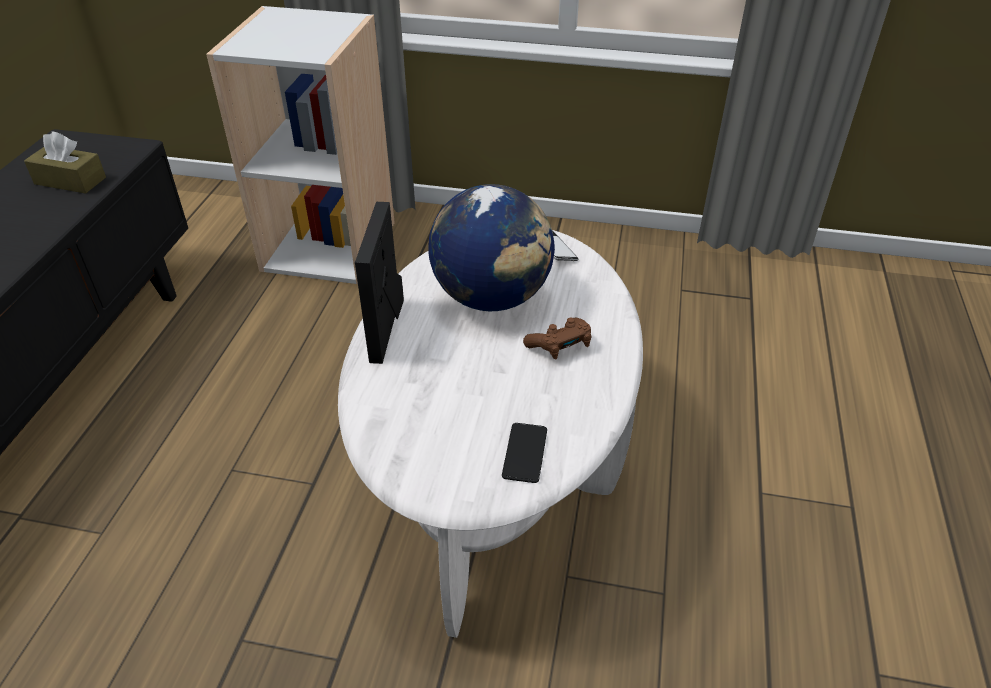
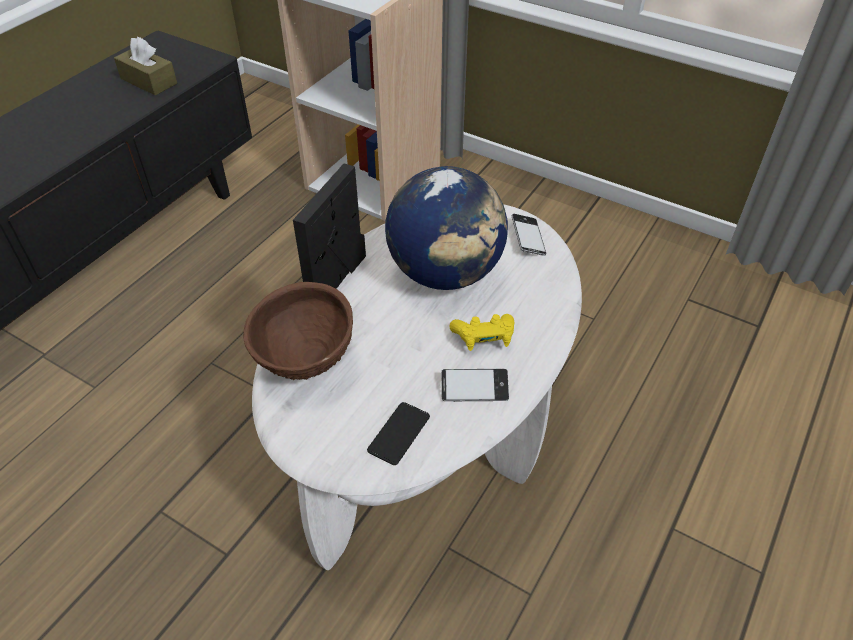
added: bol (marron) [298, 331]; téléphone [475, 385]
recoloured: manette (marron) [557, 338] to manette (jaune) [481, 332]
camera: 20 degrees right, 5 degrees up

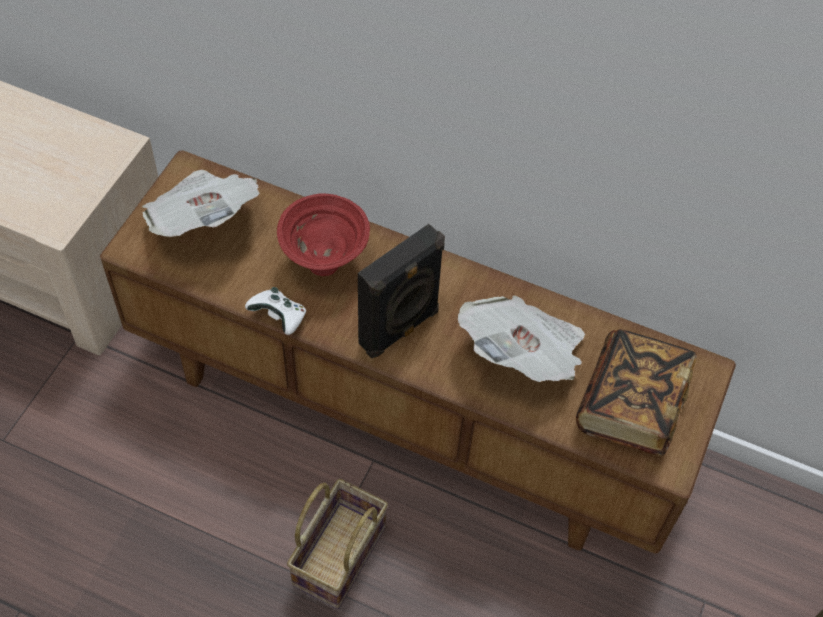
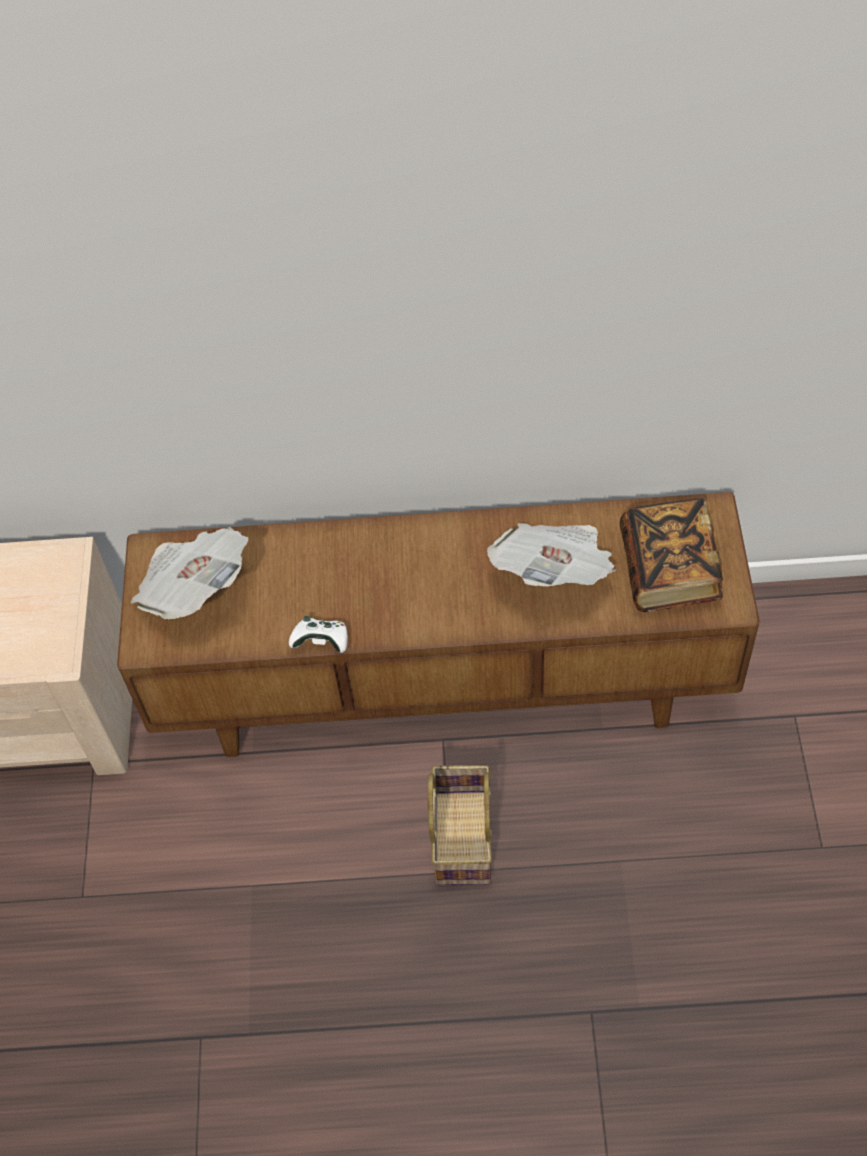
removed: bol (rouge) [323, 234]; enceinte (noir) [401, 291]
camera: 20 degrees left, 0 degrees up

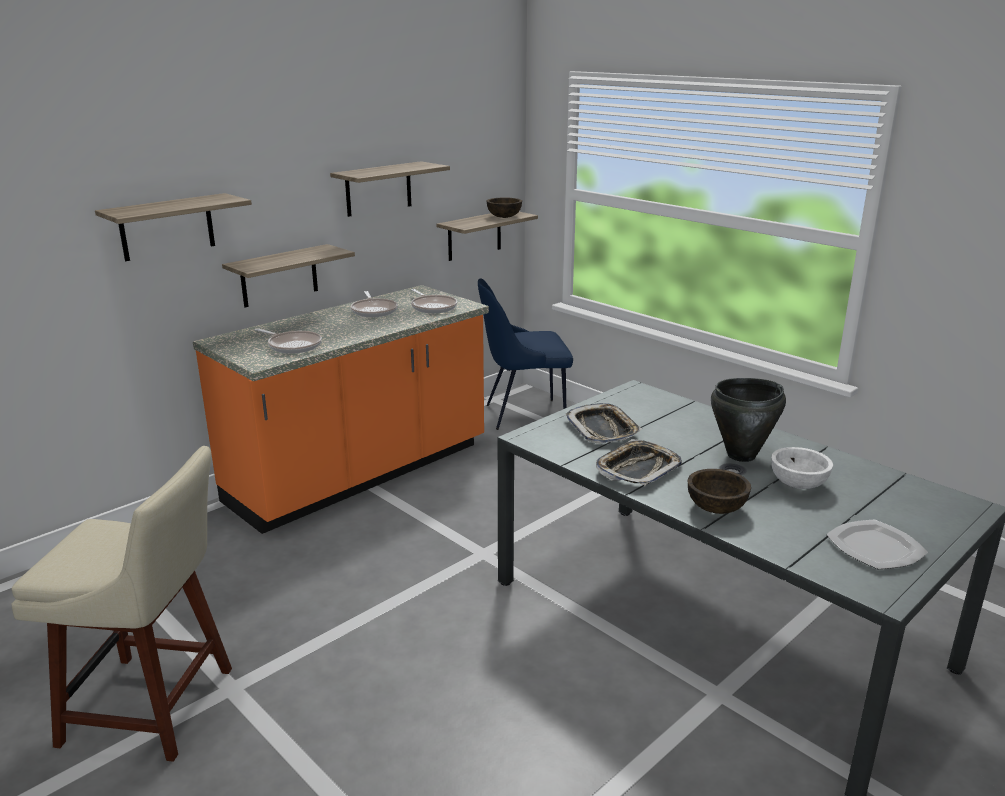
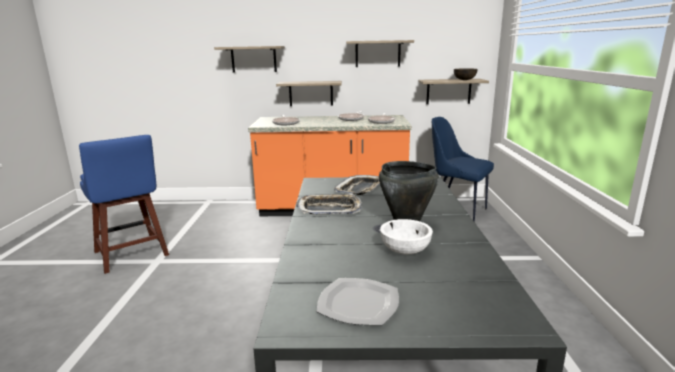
removed: bol (marron) [719, 491]
recoloured: tabouret (beige) [121, 604] to tabouret (bleu) [124, 204]
camera: 45 degrees right, 5 degrees down

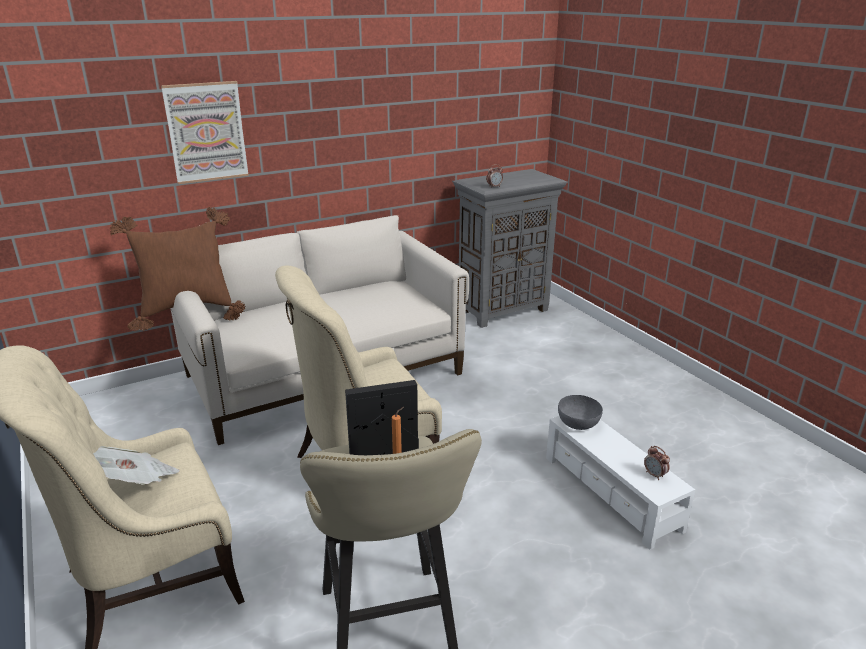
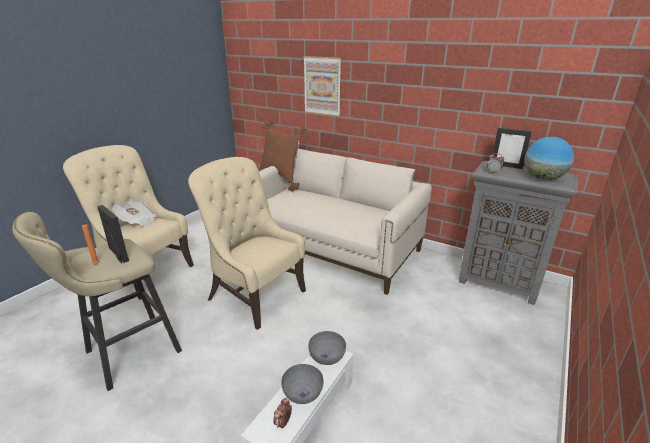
added: bol (gris) [302, 384]; cadre photo [512, 148]; globe [549, 158]
camera: 60 degrees right, 0 degrees up

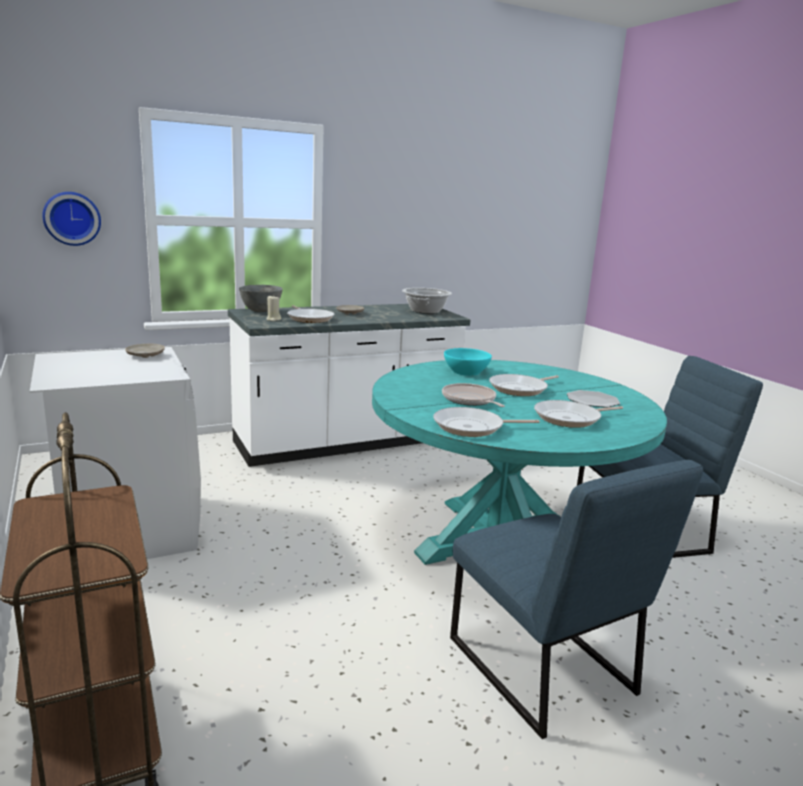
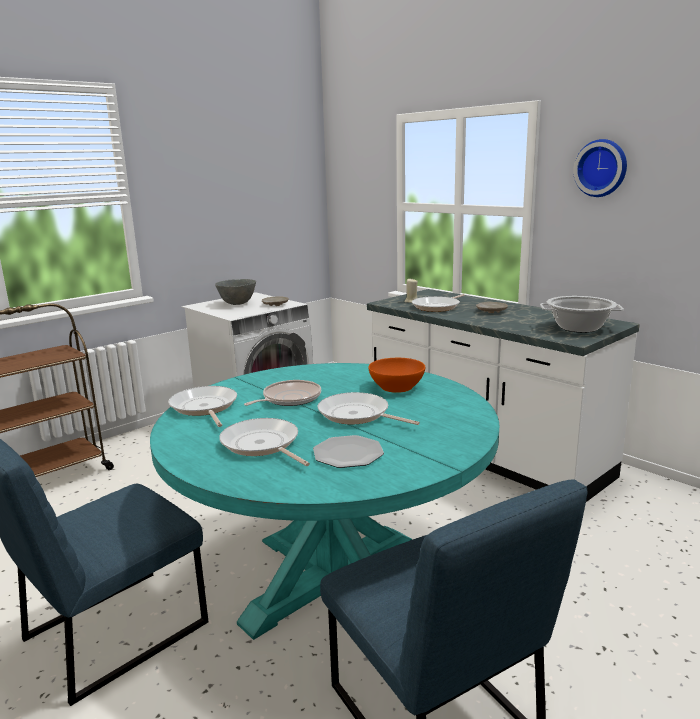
moved: horloge murale [71, 219] to [600, 168]; bol (gris) [261, 298] to [235, 292]
recoloured: bol (turquoise) [468, 362] to bol (orange) [396, 375]
camera: 75 degrees right, 0 degrees up

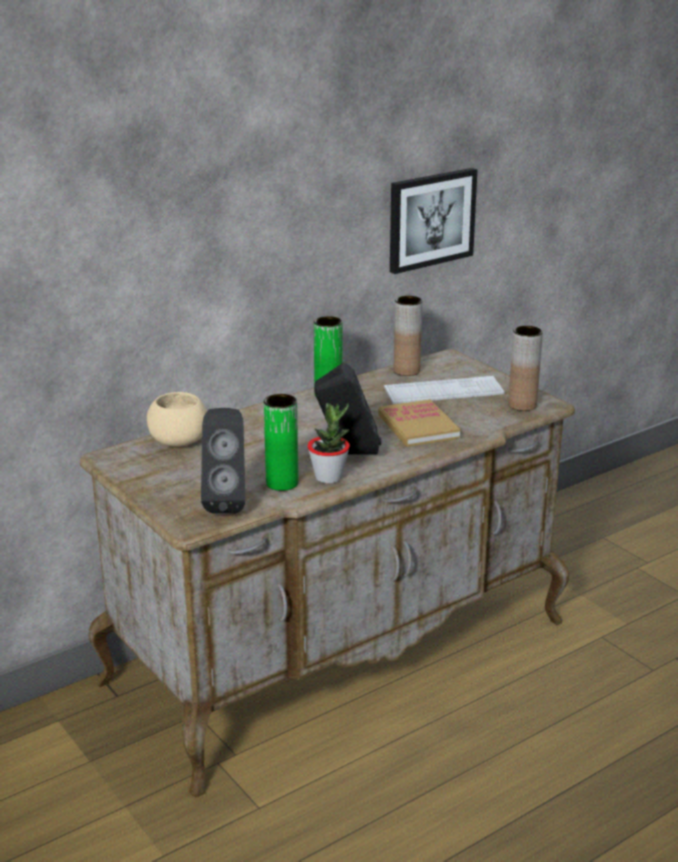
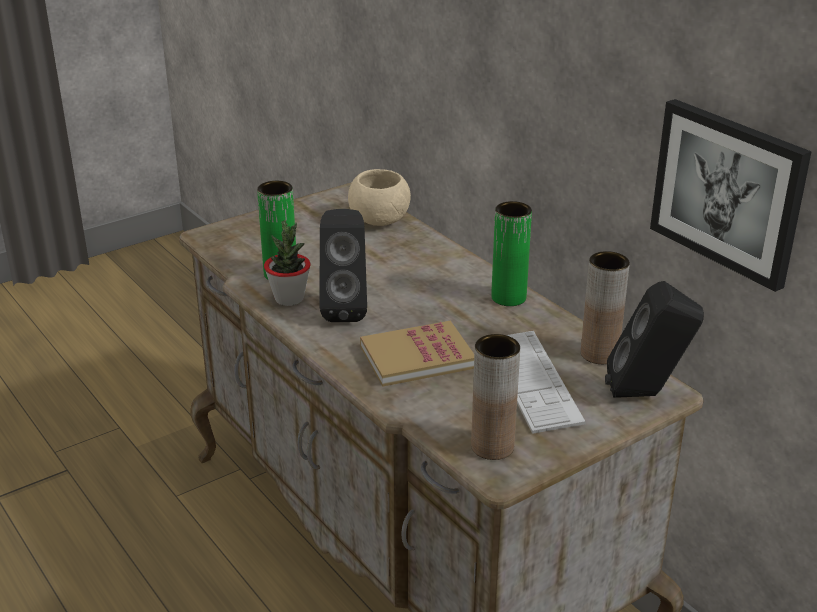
moved: enceinte (noir) [223, 461] to [654, 339]
camera: 90 degrees right, 5 degrees up

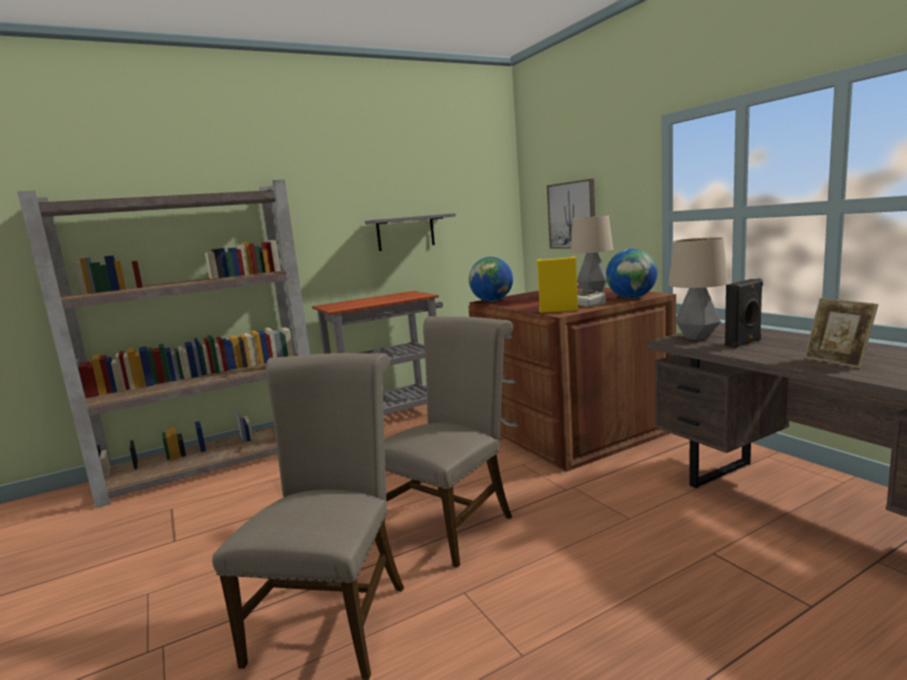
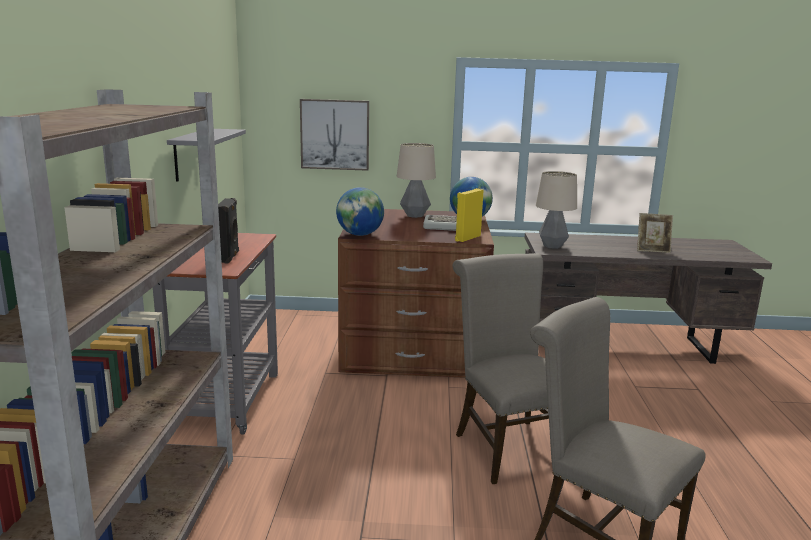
moved: enceinte (noir) [744, 313] to [228, 230]
camera: 60 degrees left, 5 degrees up

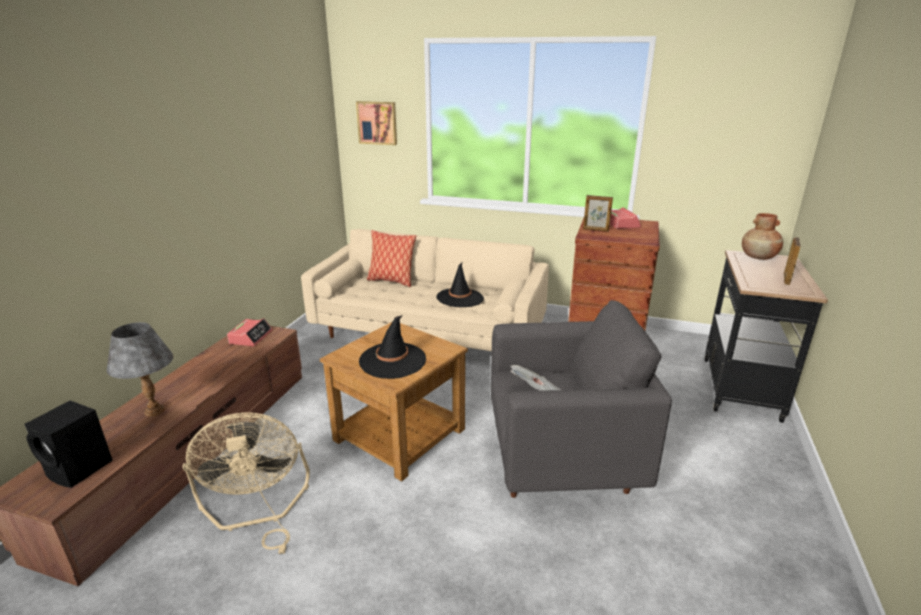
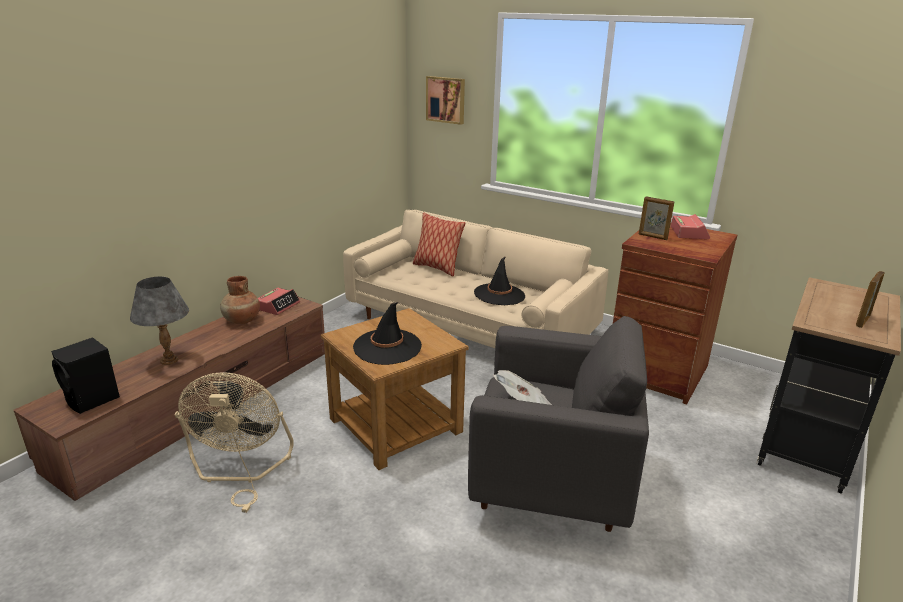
moved: vase (marron) [762, 236] to [240, 300]
camera: 15 degrees right, 0 degrees up

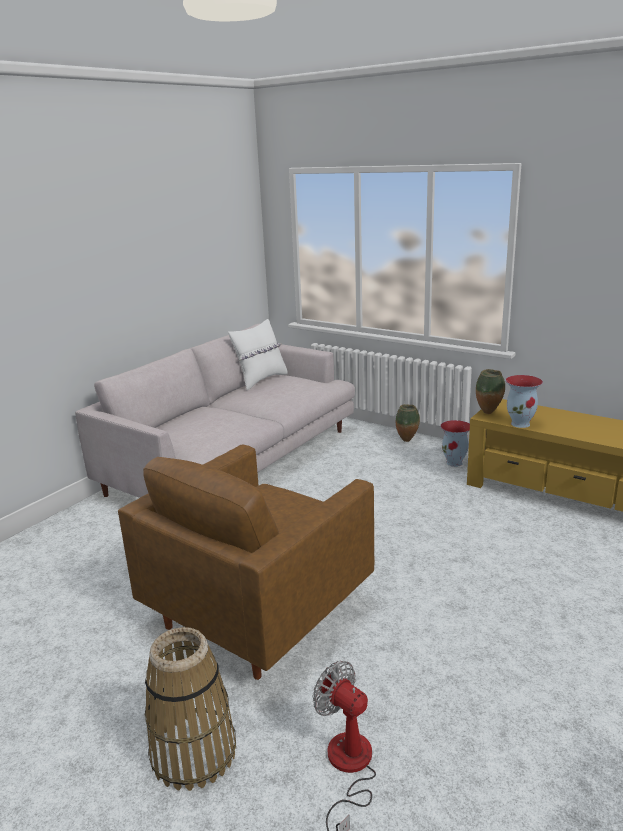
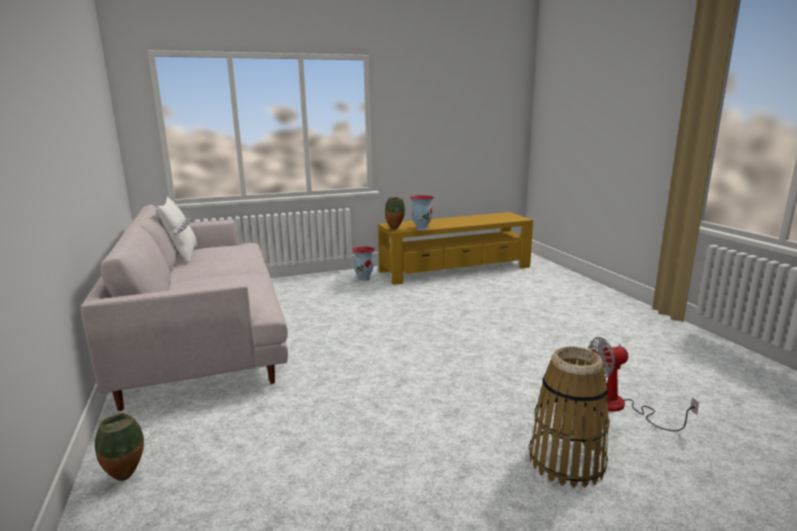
removed: fauteuil (marron) [246, 562]
moved: vase [408, 423] to [119, 447]
camera: 55 degrees left, 5 degrees down

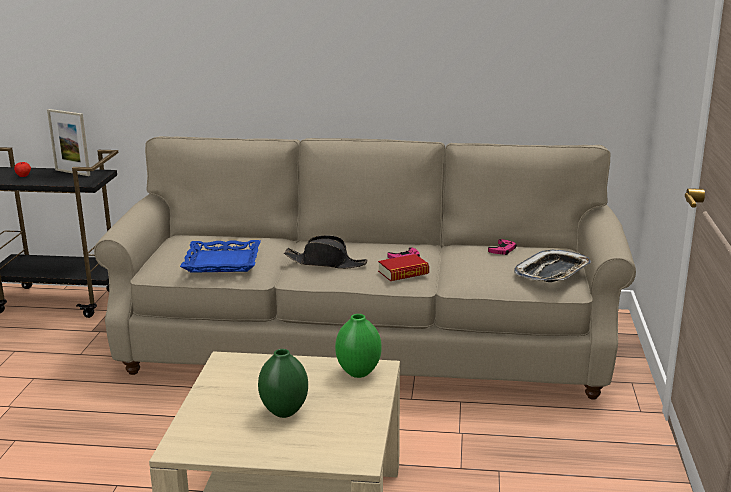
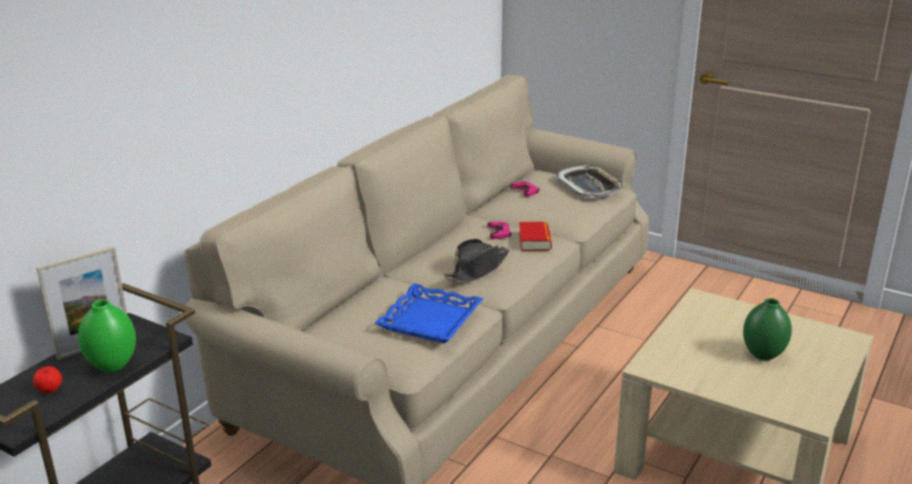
moved: vase (vert) [358, 346] to [107, 335]
camera: 65 degrees left, 5 degrees up

